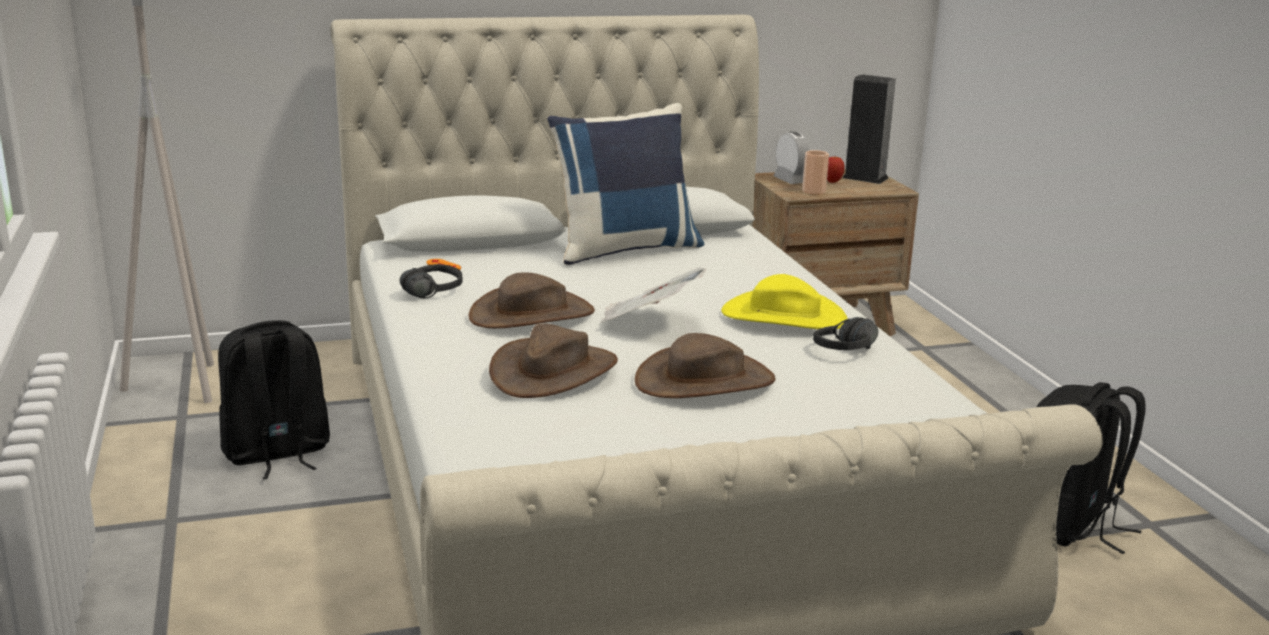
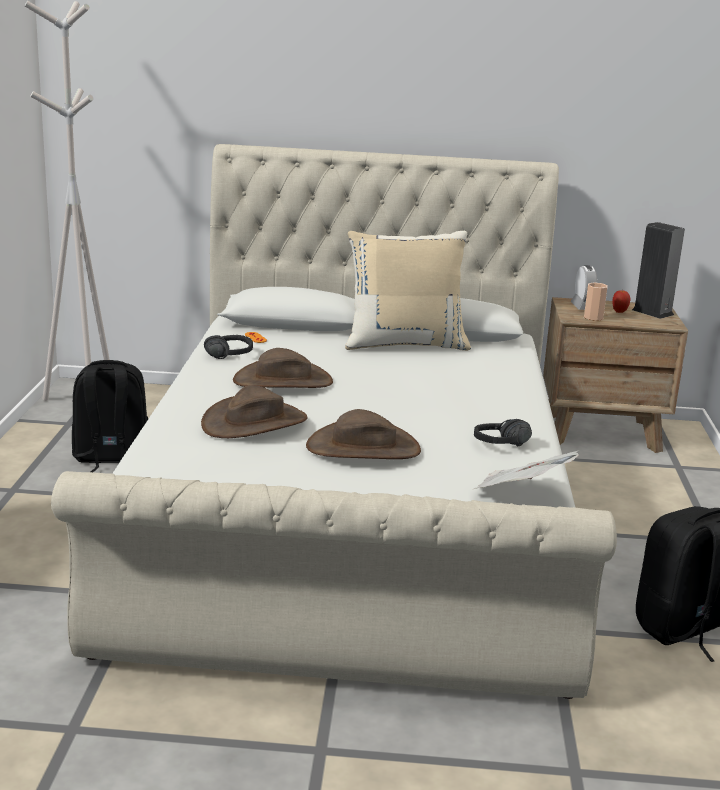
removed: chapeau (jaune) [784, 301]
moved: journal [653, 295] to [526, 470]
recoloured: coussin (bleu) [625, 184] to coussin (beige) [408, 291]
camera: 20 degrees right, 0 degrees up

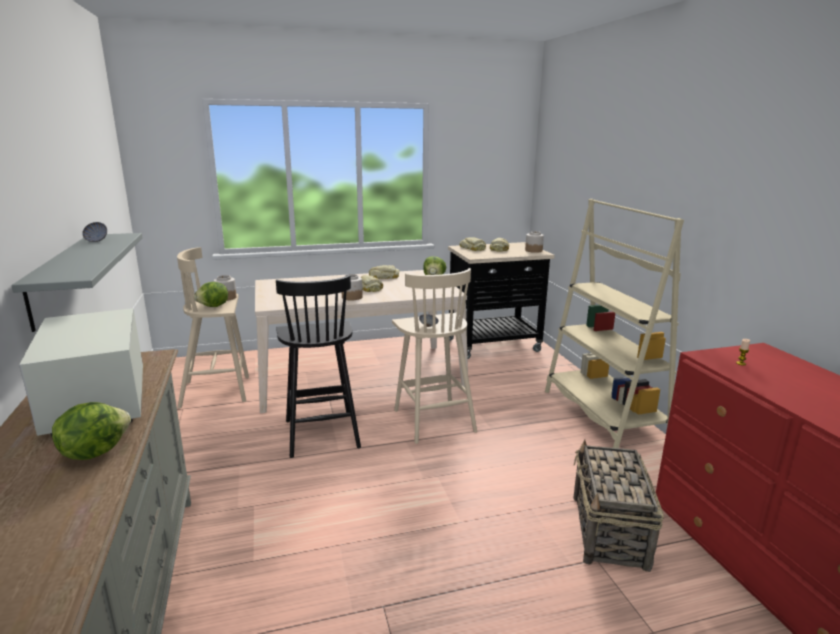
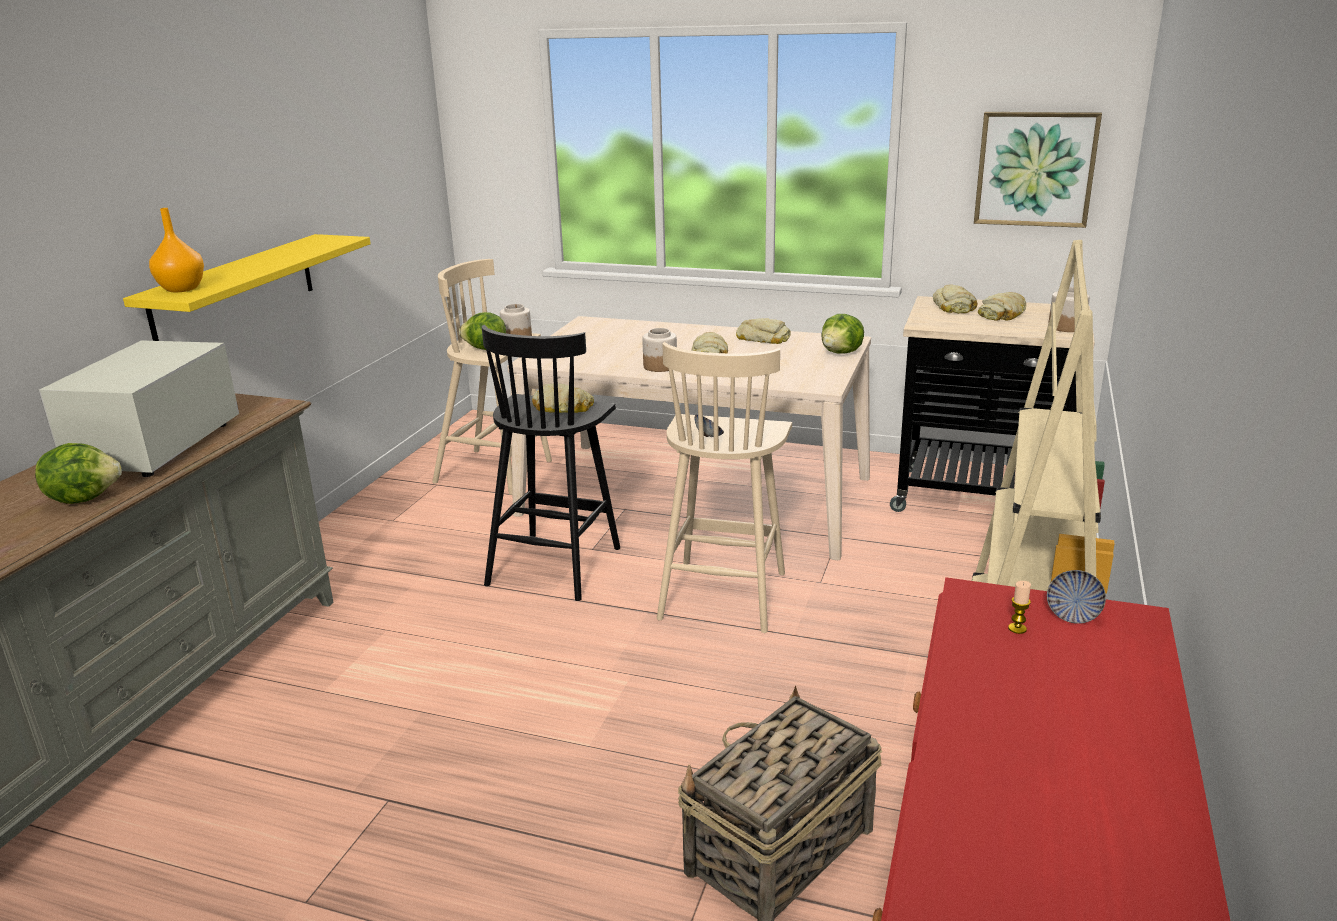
added: vase (orange) [176, 250]; pain [563, 398]; tableau [1038, 170]
moved: bol [94, 232] to [1076, 597]
recoloured: étagère (gris) [77, 282] to étagère (jaune) [247, 287]
camera: 35 degrees right, 5 degrees up

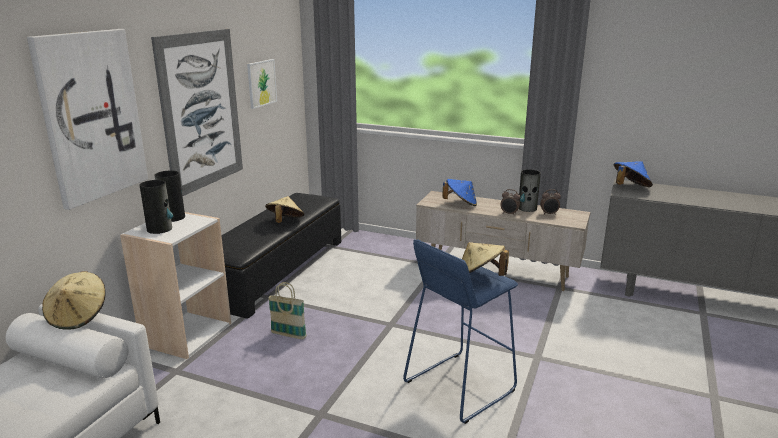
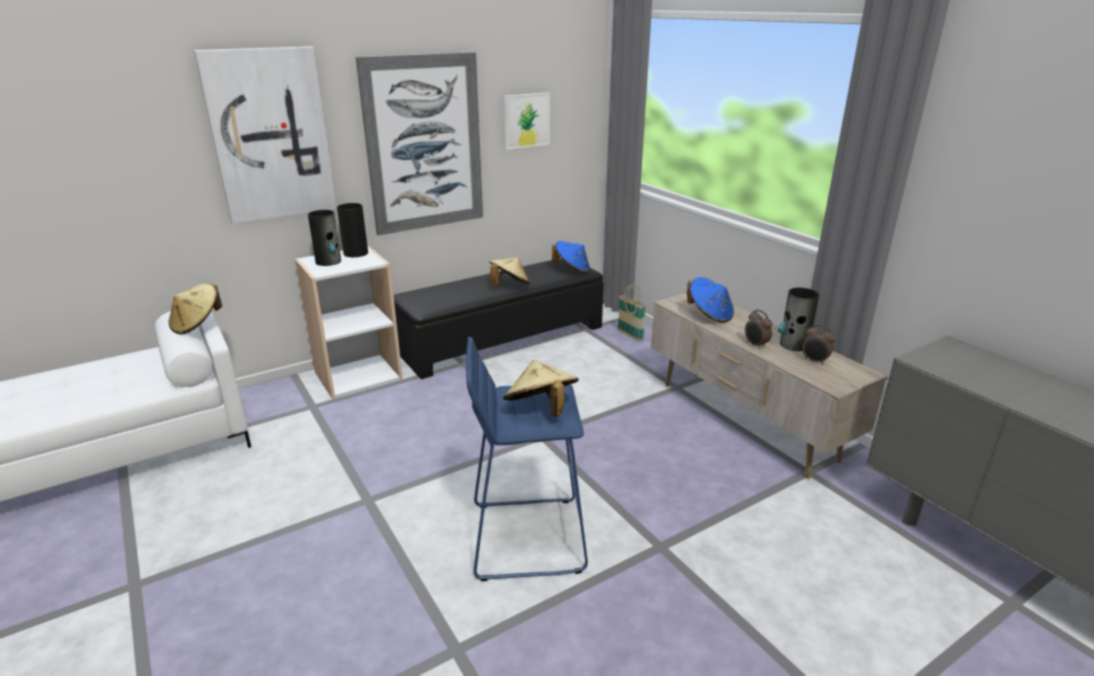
moved: panier [287, 310] to [631, 313]; chapeau (bleu) [633, 174] to [571, 257]
camera: 35 degrees right, 5 degrees up

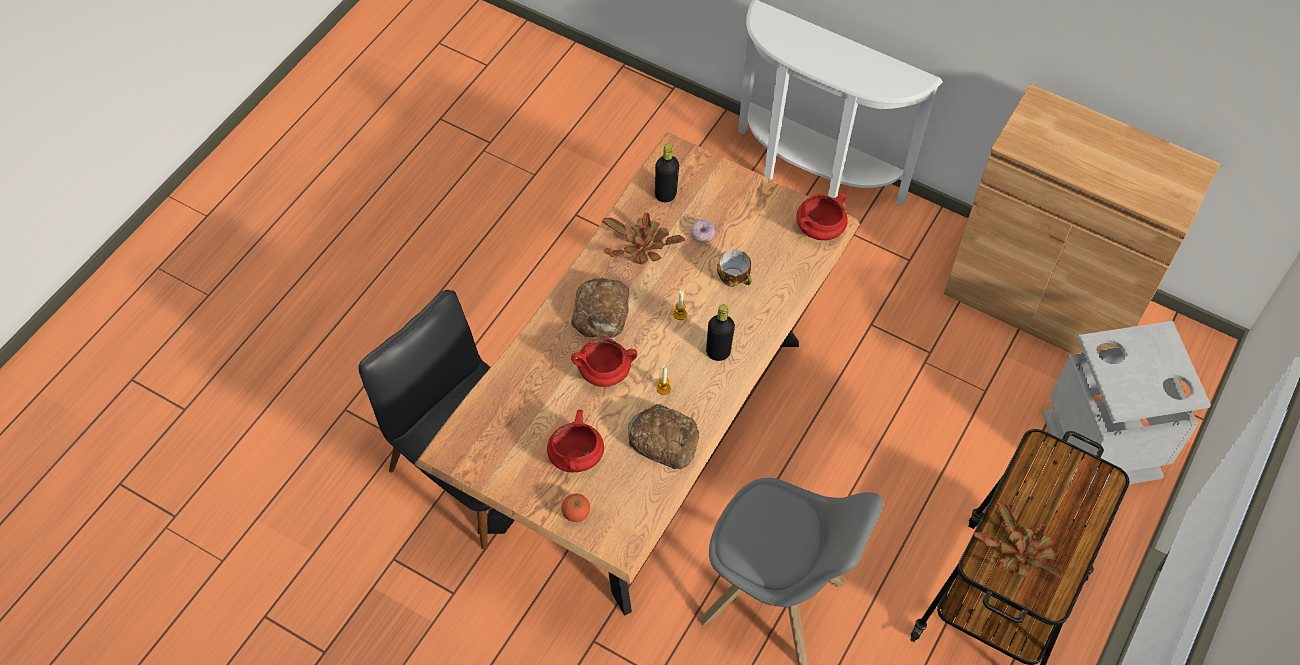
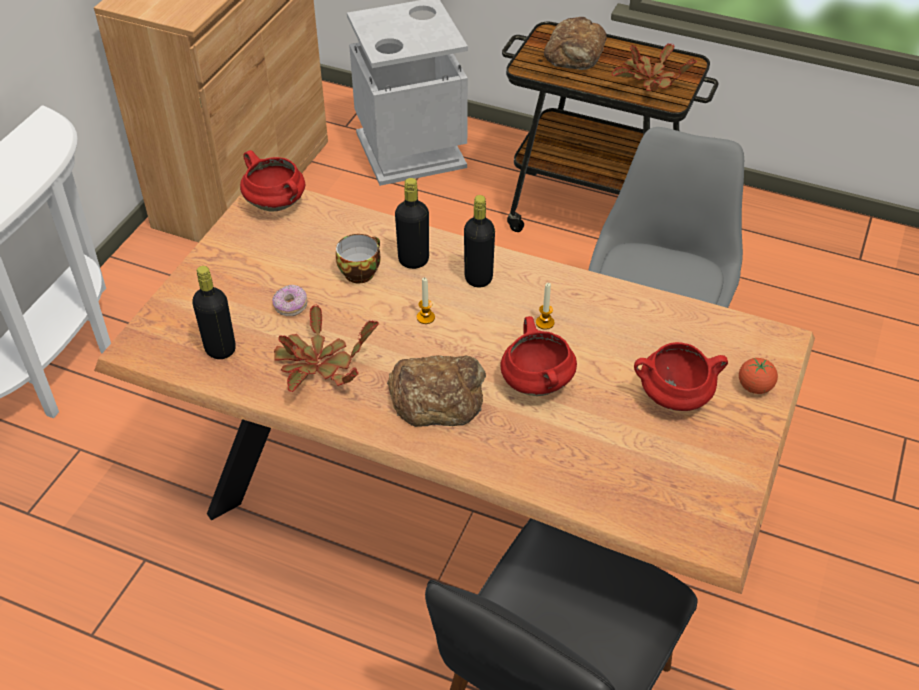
added: bouteille (noir) [412, 223]
moved: pain [663, 436] to [575, 43]
camera: 95 degrees left, 10 degrees down

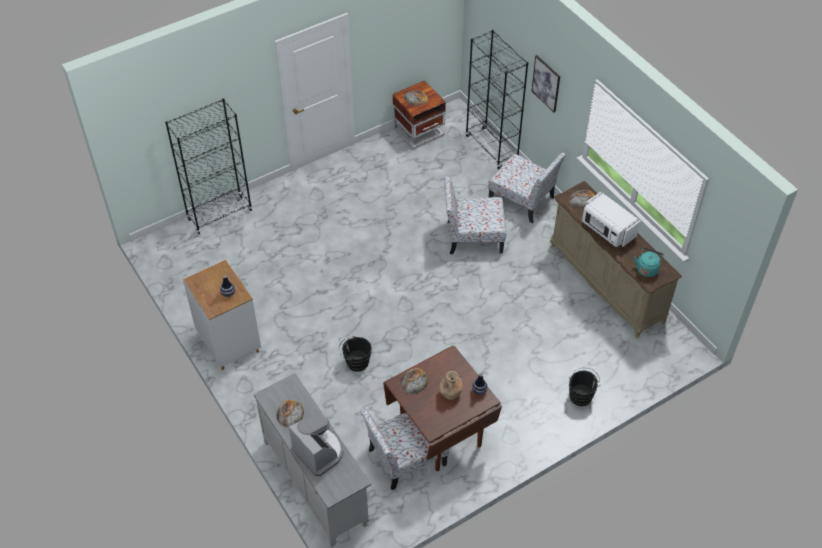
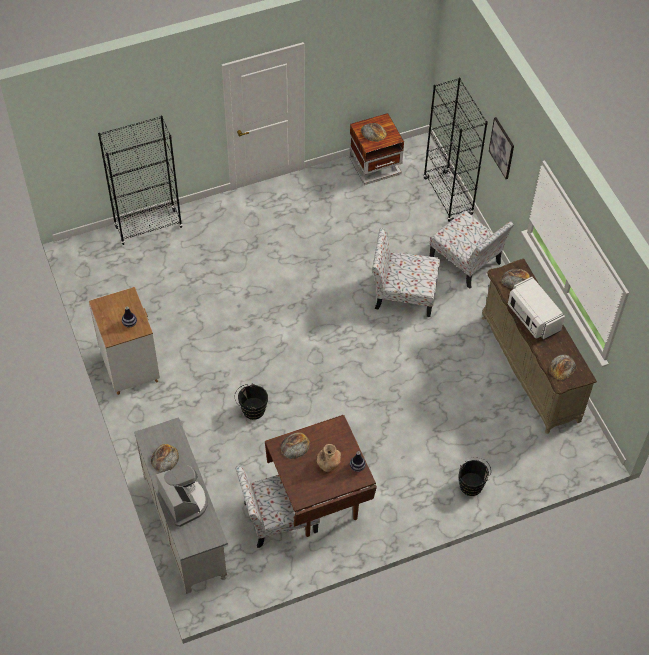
replaced: bouilloire (turquoise) [649, 262] to pain [562, 368]
camera: 10 degrees right, 5 degrees up

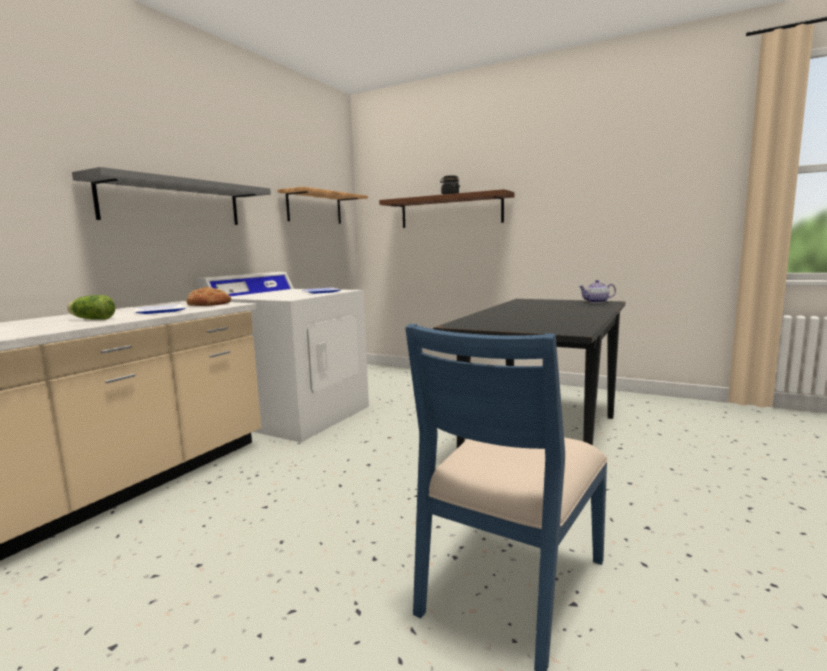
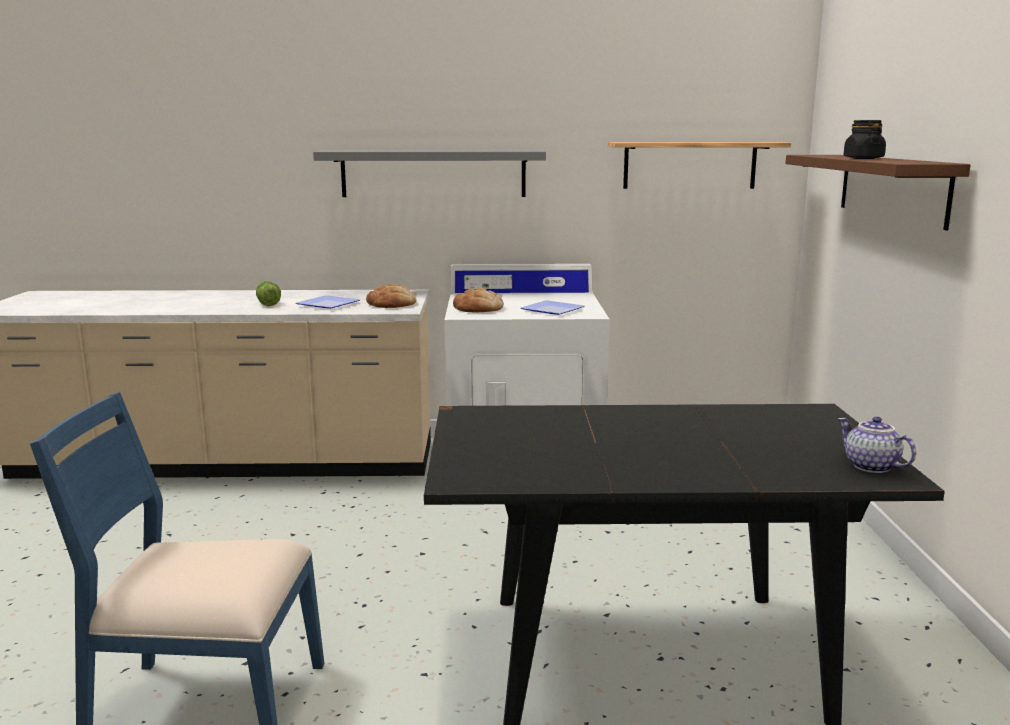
added: pain [478, 300]
camera: 60 degrees right, 5 degrees up

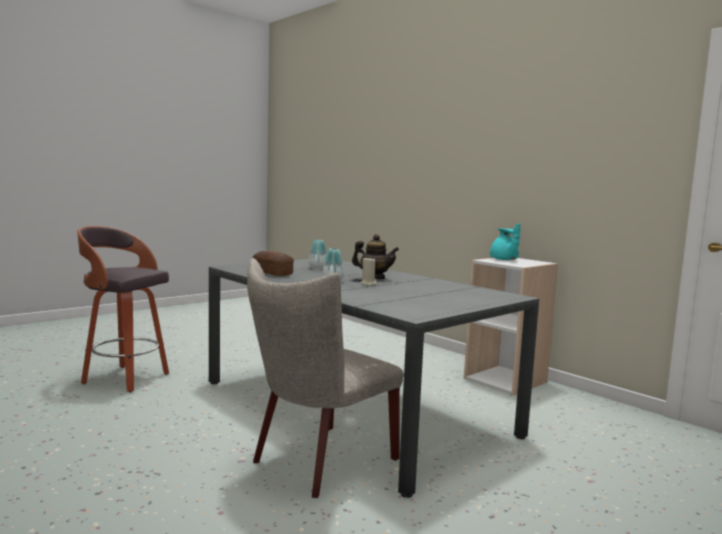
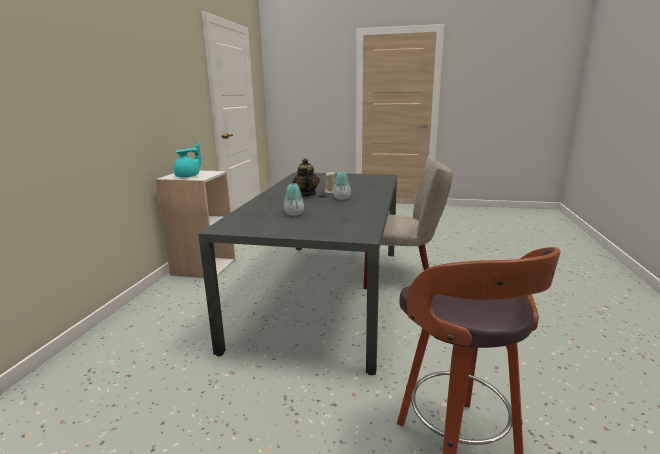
removed: pain [273, 263]
camera: 125 degrees left, 10 degrees up

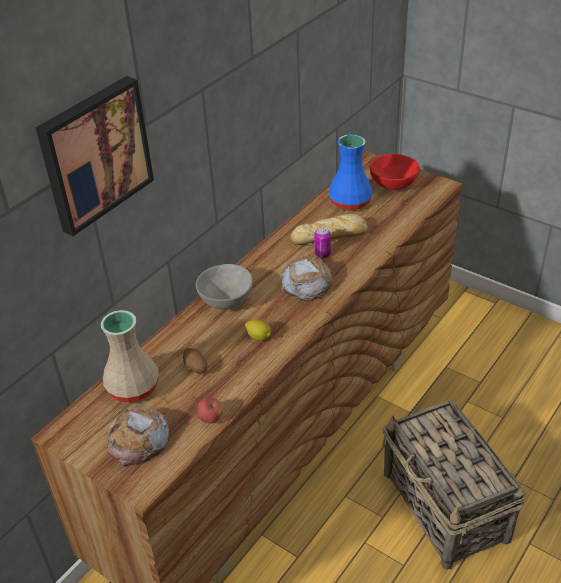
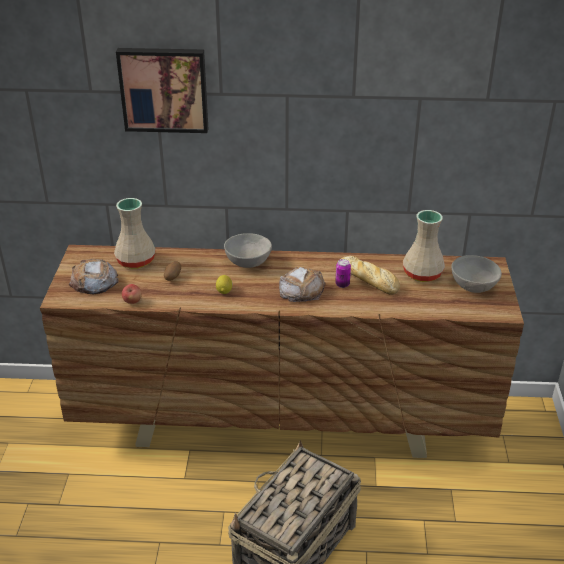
recoloured: vase (bleu) [350, 172] to vase (beige) [424, 246]; bol (rouge) [394, 172] to bol (gris) [476, 274]
camera: 55 degrees right, 5 degrees down

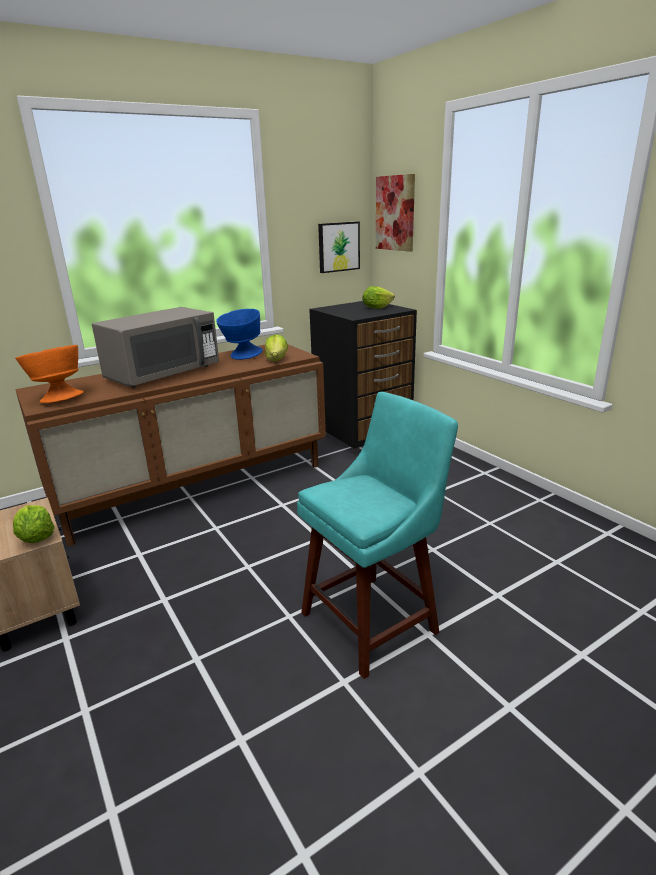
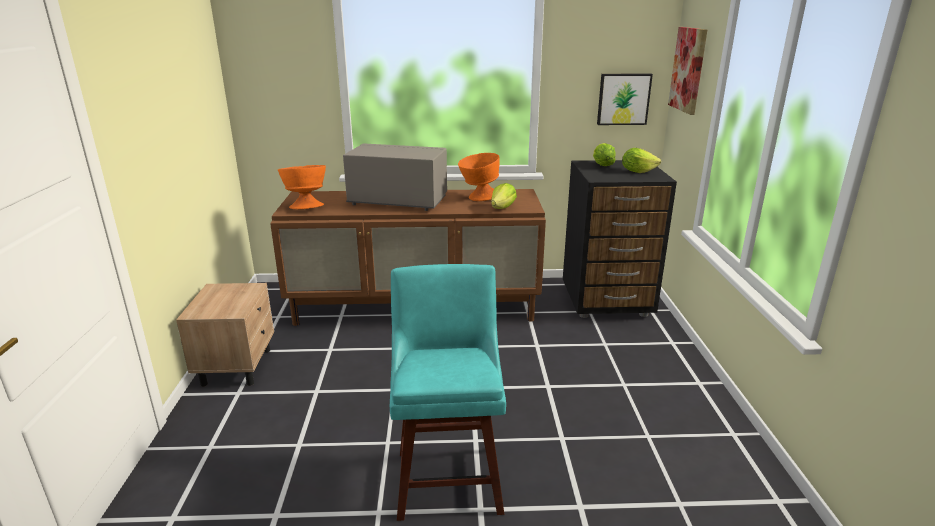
moved: laitue [34, 524] to [604, 154]
recoloured: bol (bleu) [239, 334] to bol (orange) [479, 177]
turned: micro-ondes (gris) [155, 347] = [395, 177] 150 degrees counterclockwise; chaise (turquoise) [377, 535] = [448, 392] 90 degrees counterclockwise
camera: 30 degrees right, 0 degrees up

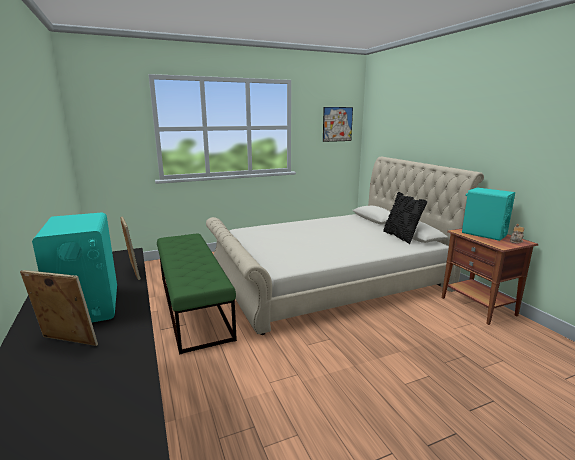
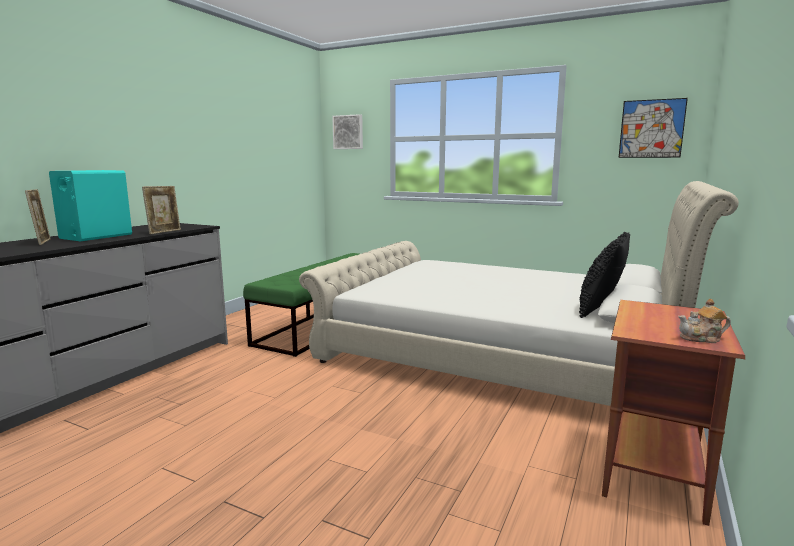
removed: enceinte (turquoise) [488, 214]
added: tableau [347, 131]
camera: 50 degrees right, 5 degrees down

